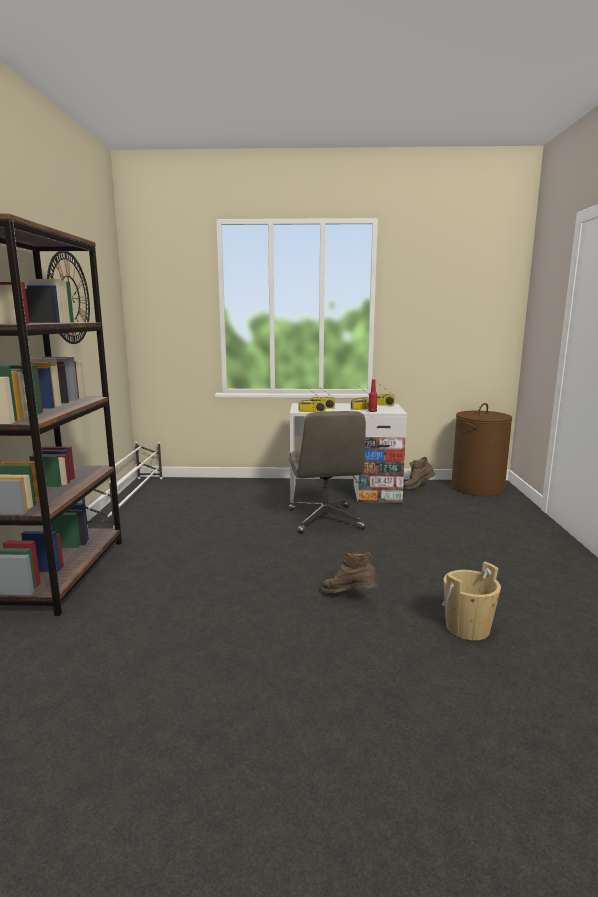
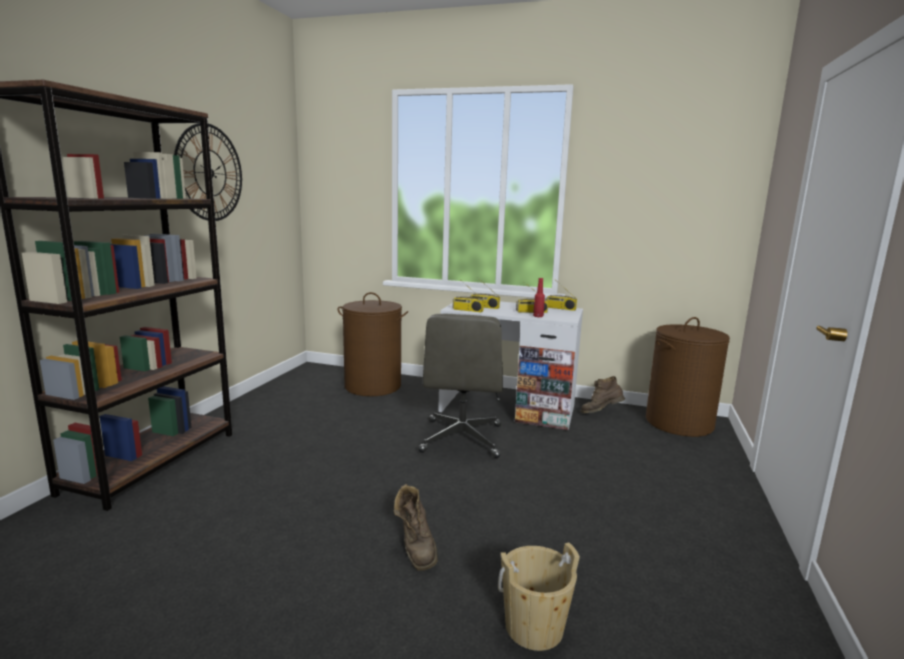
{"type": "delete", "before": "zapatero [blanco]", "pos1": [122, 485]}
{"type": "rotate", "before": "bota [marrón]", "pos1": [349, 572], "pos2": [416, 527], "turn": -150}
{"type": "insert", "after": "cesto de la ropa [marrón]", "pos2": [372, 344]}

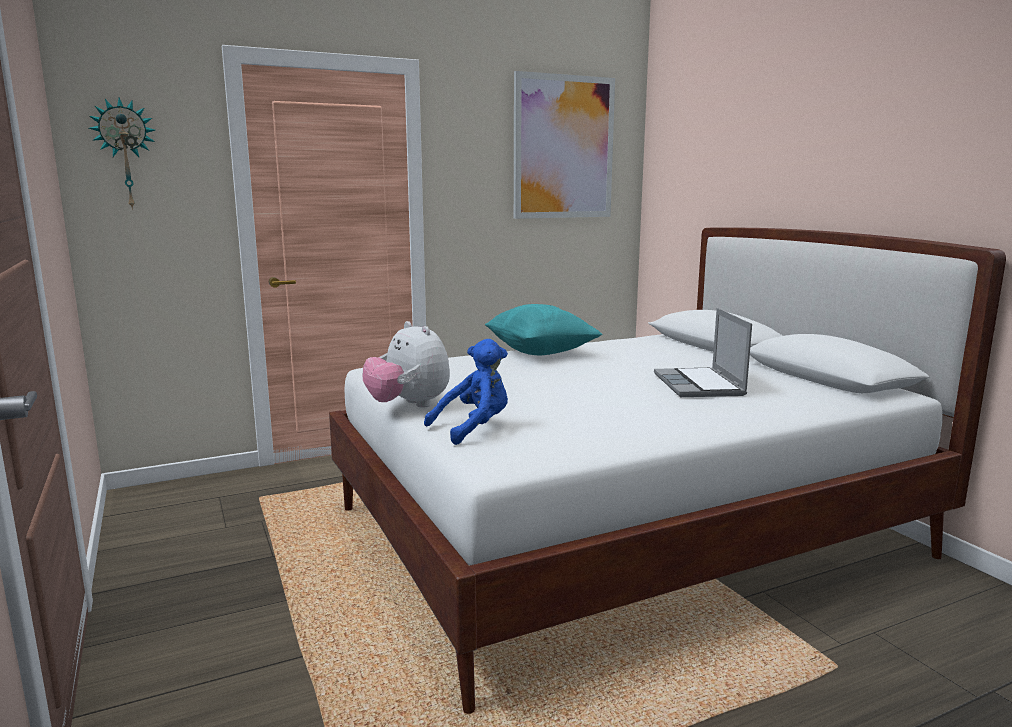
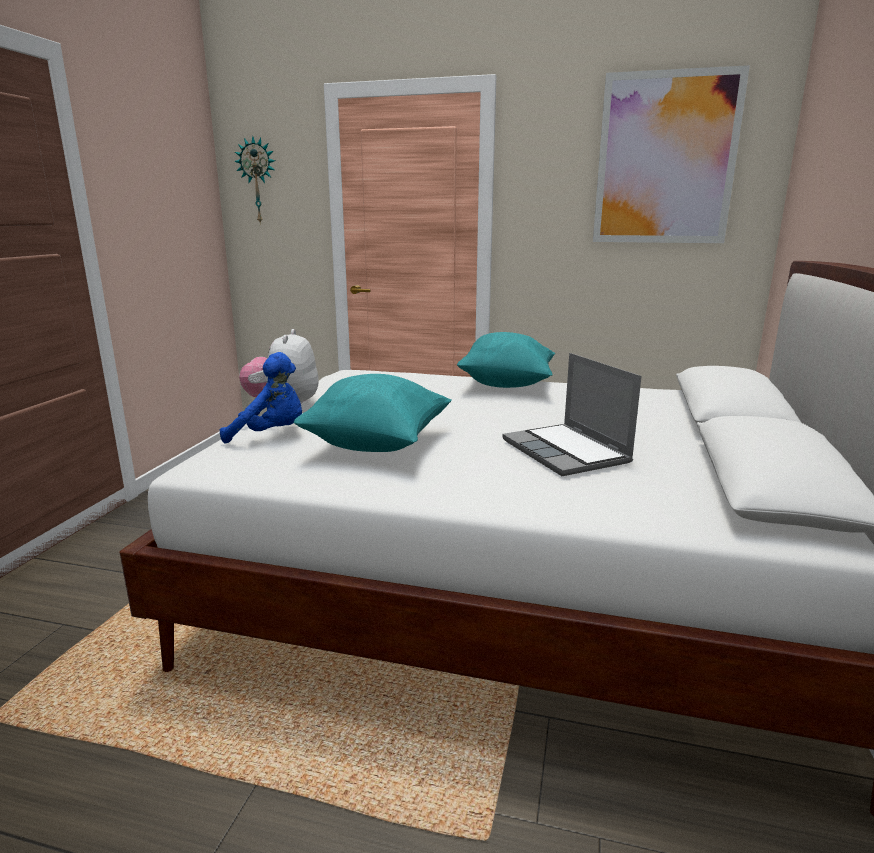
{"type": "rotate", "before": "portátil", "pos1": [703, 352], "pos2": [571, 414], "turn": -60}
{"type": "insert", "after": "cojín [turquesa]", "pos2": [373, 413]}

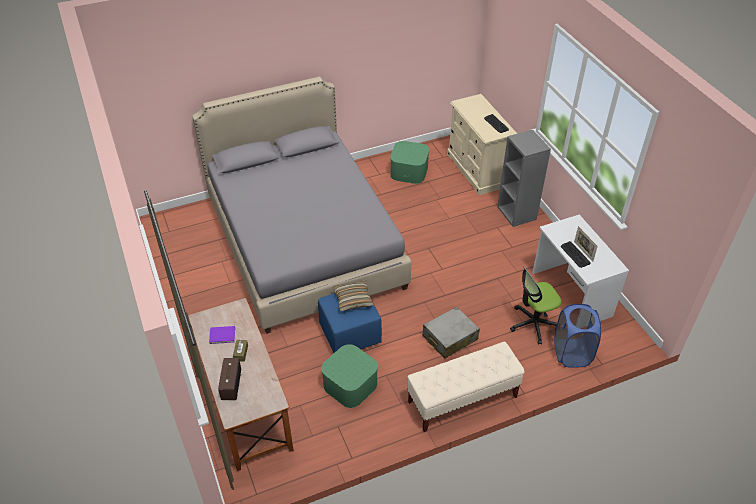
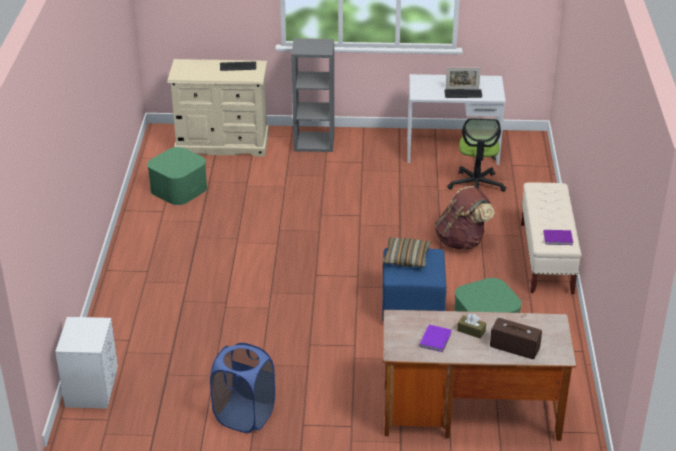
{"type": "delete", "before": "cama [gris]", "pos1": [301, 205]}
{"type": "replace", "before": "maleta [gris]", "after": "mochila [marrón]", "pos1": [451, 333], "pos2": [465, 218]}
{"type": "move", "before": "cesto de la ropa [azul]", "pos1": [577, 336], "pos2": [242, 388]}
{"type": "insert", "after": "mesita de noche [blanco]", "pos2": [86, 363]}
{"type": "insert", "after": "libro [morado]", "pos2": [558, 237]}

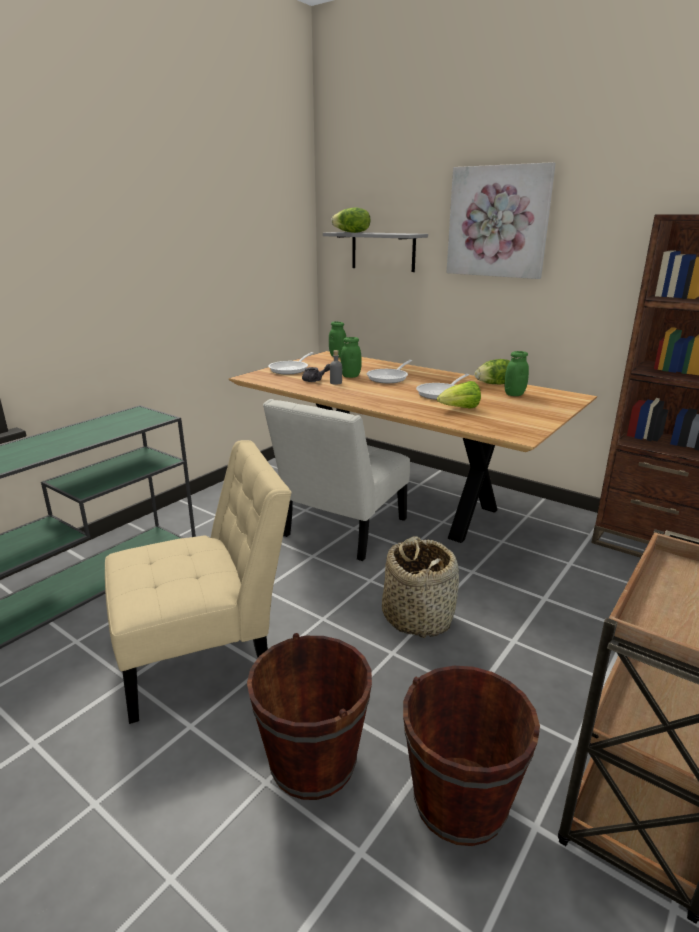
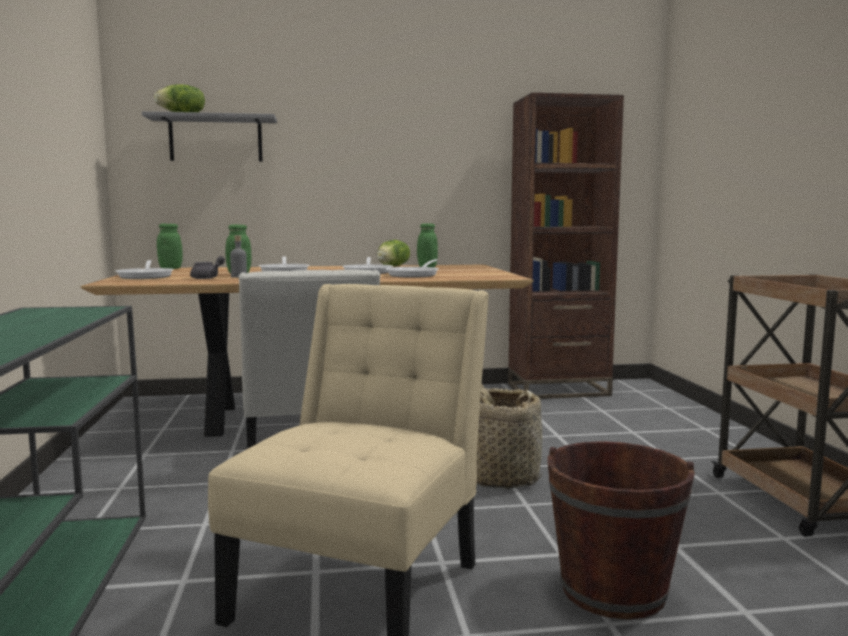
{"type": "delete", "before": "cubo [marrón]", "pos1": [471, 756]}
{"type": "replace", "before": "lechuga", "after": "sartén", "pos1": [459, 395], "pos2": [412, 268]}
{"type": "delete", "before": "cuadro", "pos1": [501, 220]}

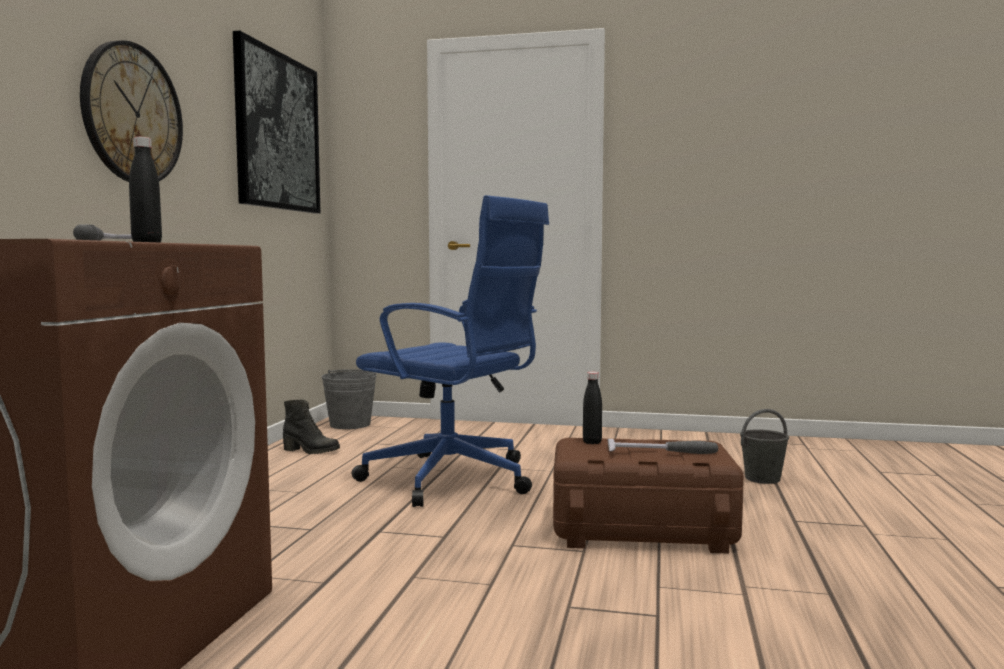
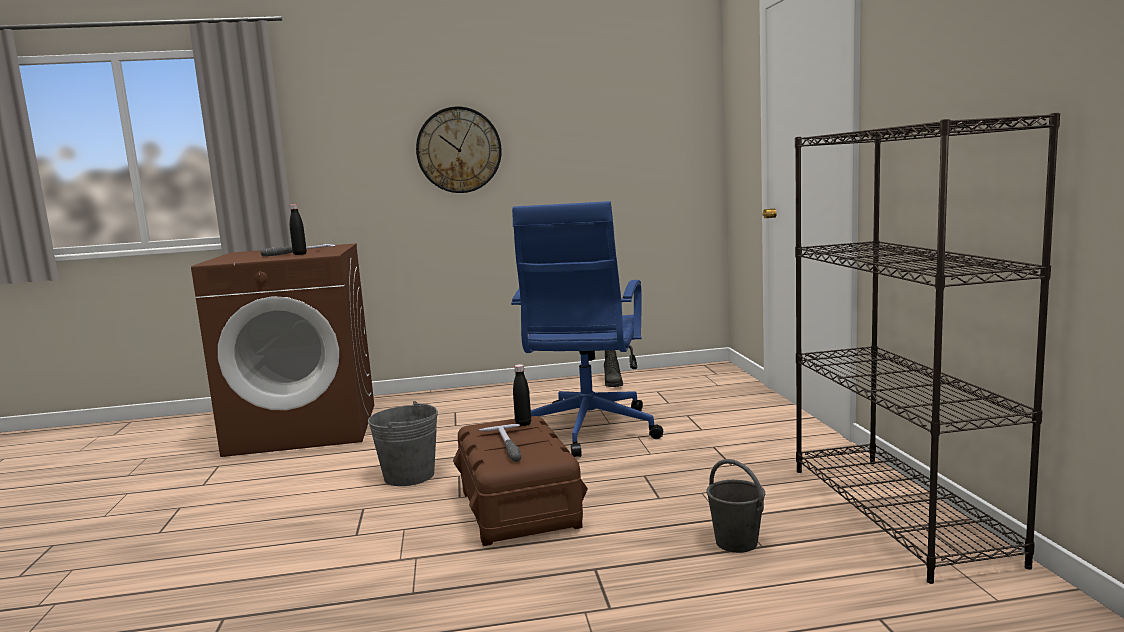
{"type": "delete", "before": "cuadro", "pos1": [276, 122]}
{"type": "move", "before": "cubo [gris]", "pos1": [349, 399], "pos2": [403, 443]}
{"type": "insert", "after": "estantería [negro]", "pos2": [927, 348]}

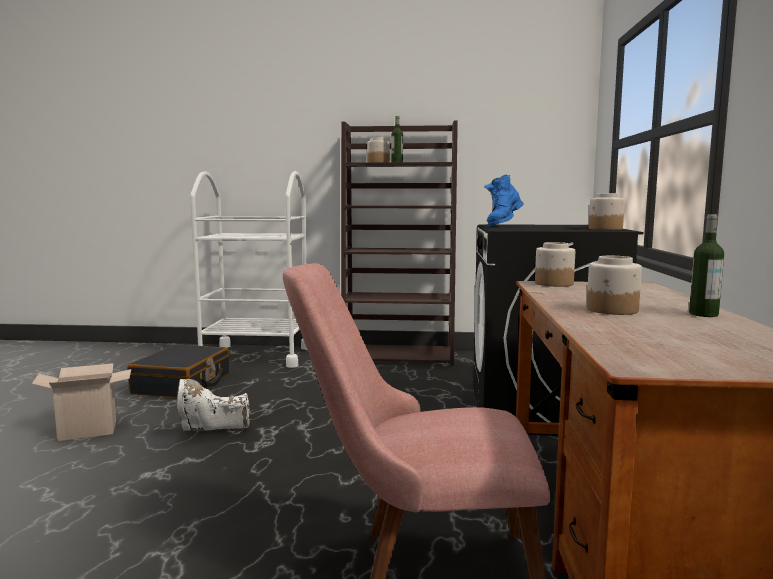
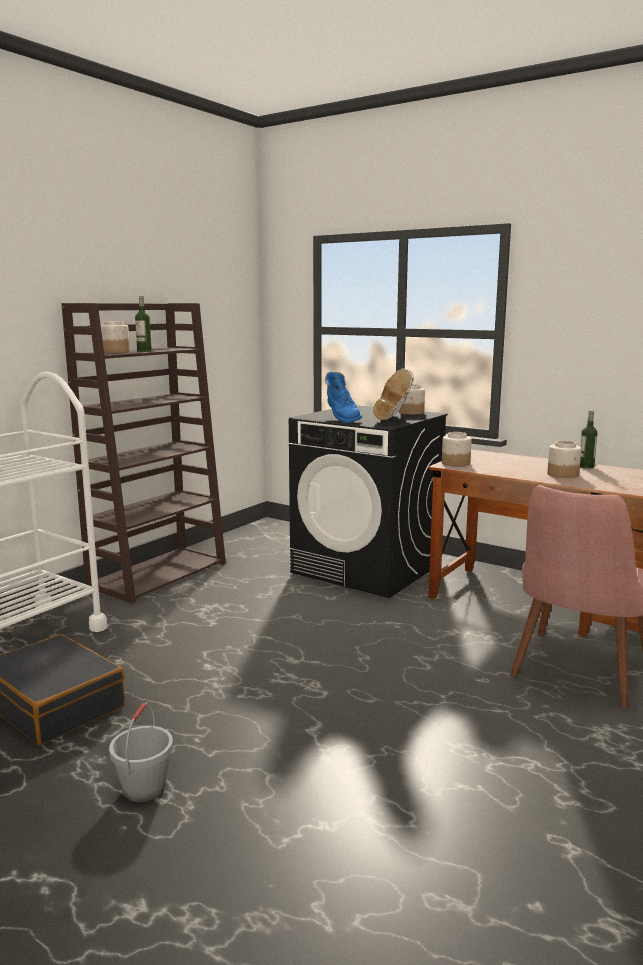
{"type": "replace", "before": "caja de cartón", "after": "cubo [gris]", "pos1": [81, 402], "pos2": [141, 752]}
{"type": "move", "before": "bota [blanco]", "pos1": [213, 405], "pos2": [393, 394]}

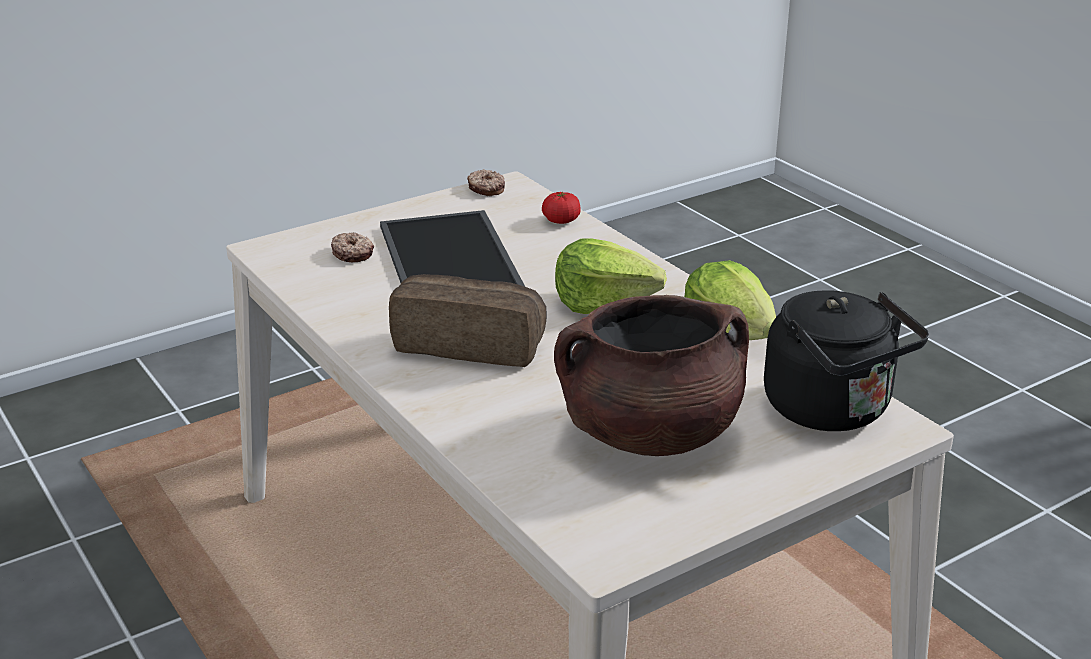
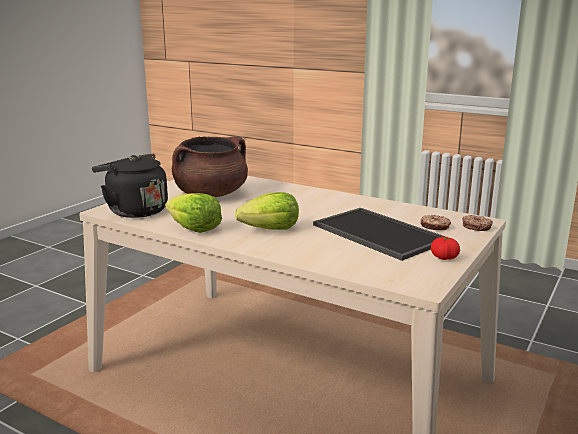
{"type": "delete", "before": "pan", "pos1": [467, 320]}
{"type": "move", "before": "rosquilla", "pos1": [486, 182], "pos2": [477, 223]}
{"type": "move", "before": "tomate", "pos1": [561, 208], "pos2": [445, 248]}

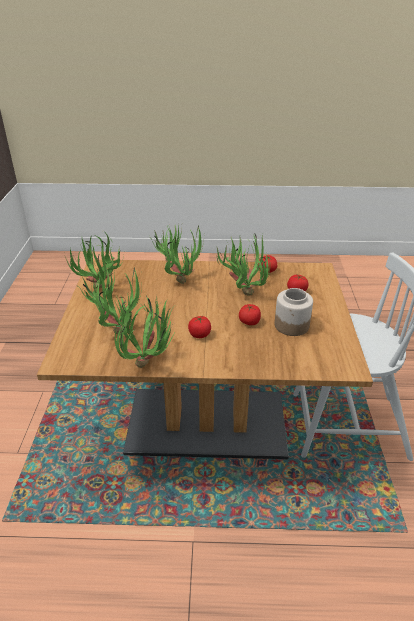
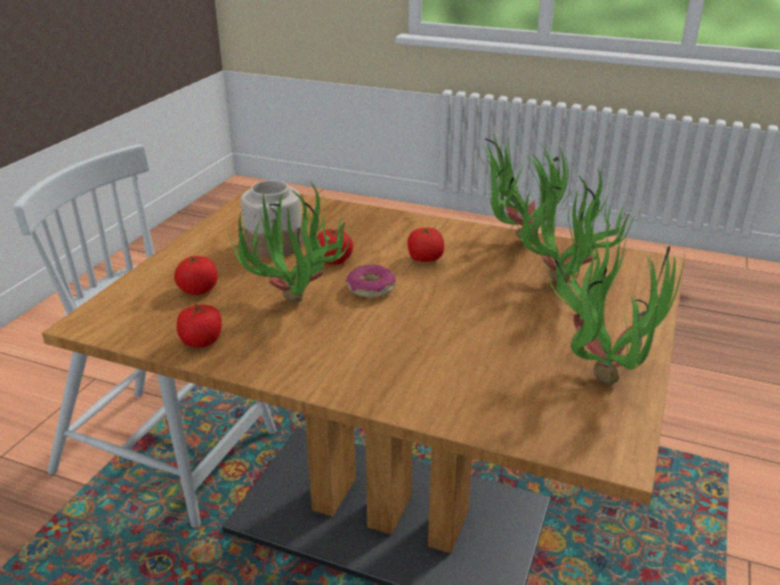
{"type": "delete", "before": "planta en maceta", "pos1": [178, 253]}
{"type": "insert", "after": "rosquilla", "pos2": [371, 281]}

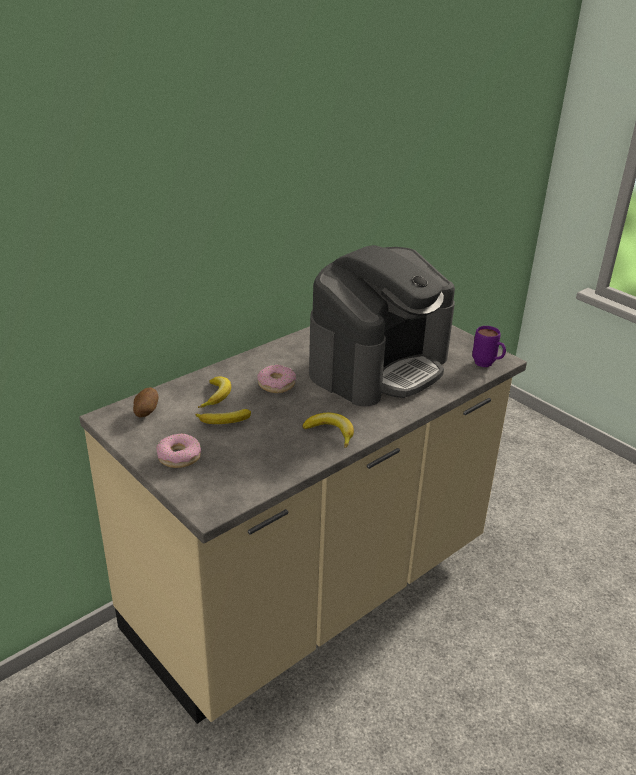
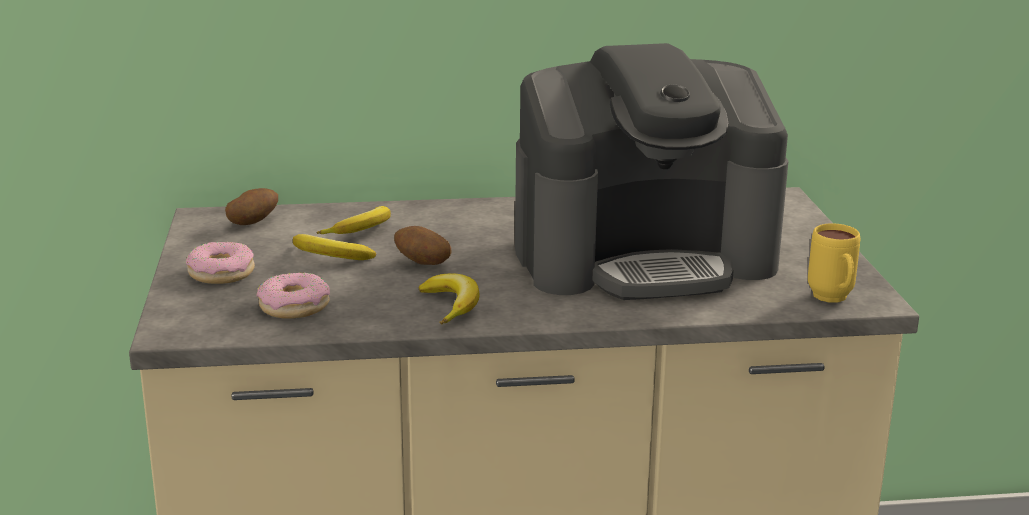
{"type": "move", "before": "rosquilla", "pos1": [277, 379], "pos2": [293, 295]}
{"type": "recolor", "before": "taza grande [morado]", "after": "taza grande [amarillo]", "pos1": [489, 346], "pos2": [834, 263]}
{"type": "insert", "after": "patata", "pos2": [422, 245]}

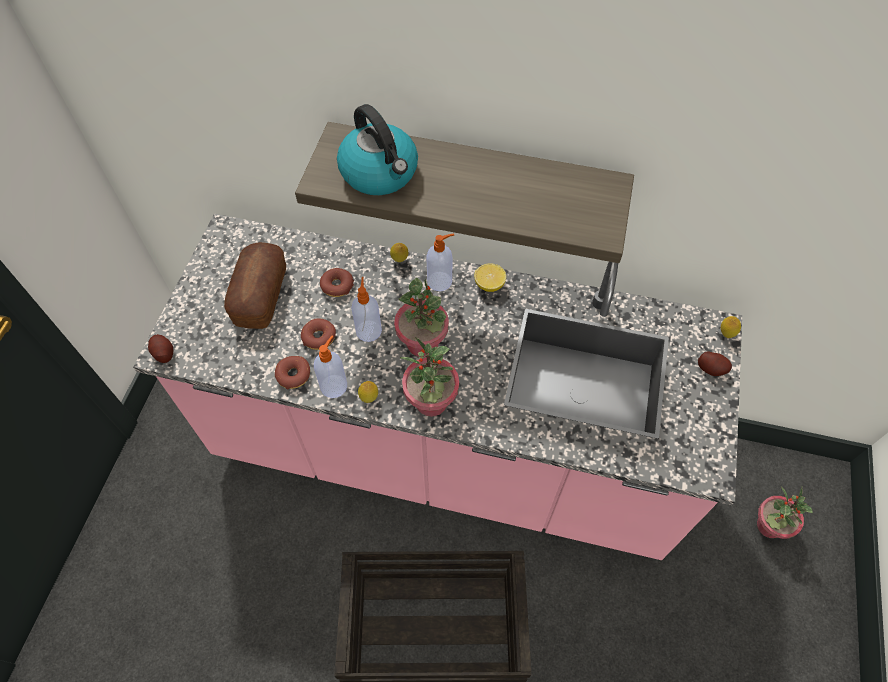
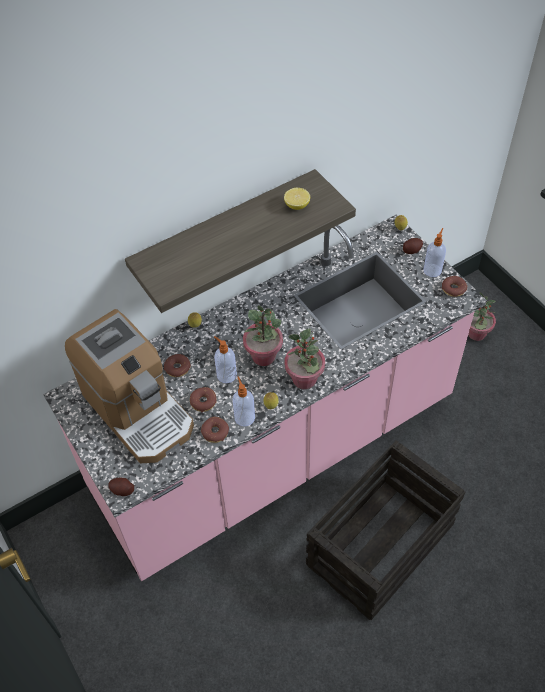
{"type": "replace", "before": "pan", "after": "cafetera", "pos1": [255, 285], "pos2": [129, 386]}
{"type": "delete", "before": "hervidor", "pos1": [377, 149]}
{"type": "move", "before": "dispensador de jabón", "pos1": [440, 262], "pos2": [434, 252]}
{"type": "move", "before": "limón", "pos1": [490, 277], "pos2": [297, 199]}
{"type": "insert", "after": "rosquilla", "pos2": [454, 286]}

